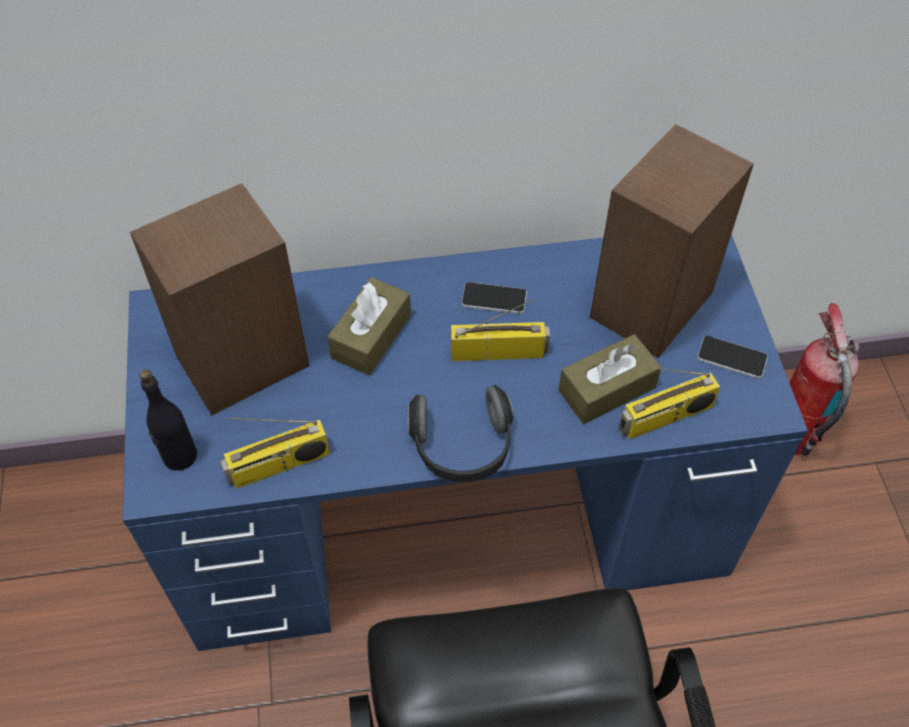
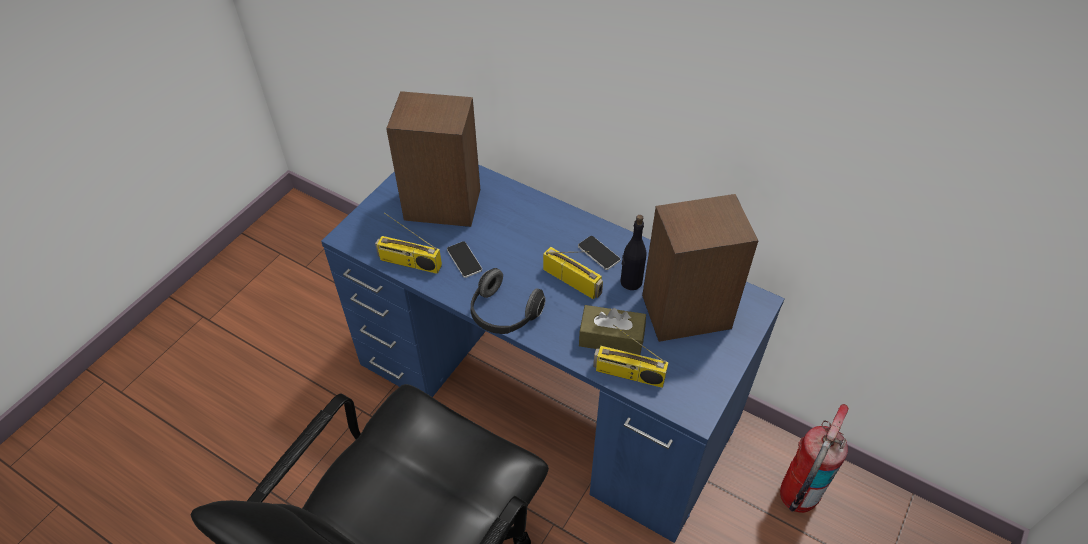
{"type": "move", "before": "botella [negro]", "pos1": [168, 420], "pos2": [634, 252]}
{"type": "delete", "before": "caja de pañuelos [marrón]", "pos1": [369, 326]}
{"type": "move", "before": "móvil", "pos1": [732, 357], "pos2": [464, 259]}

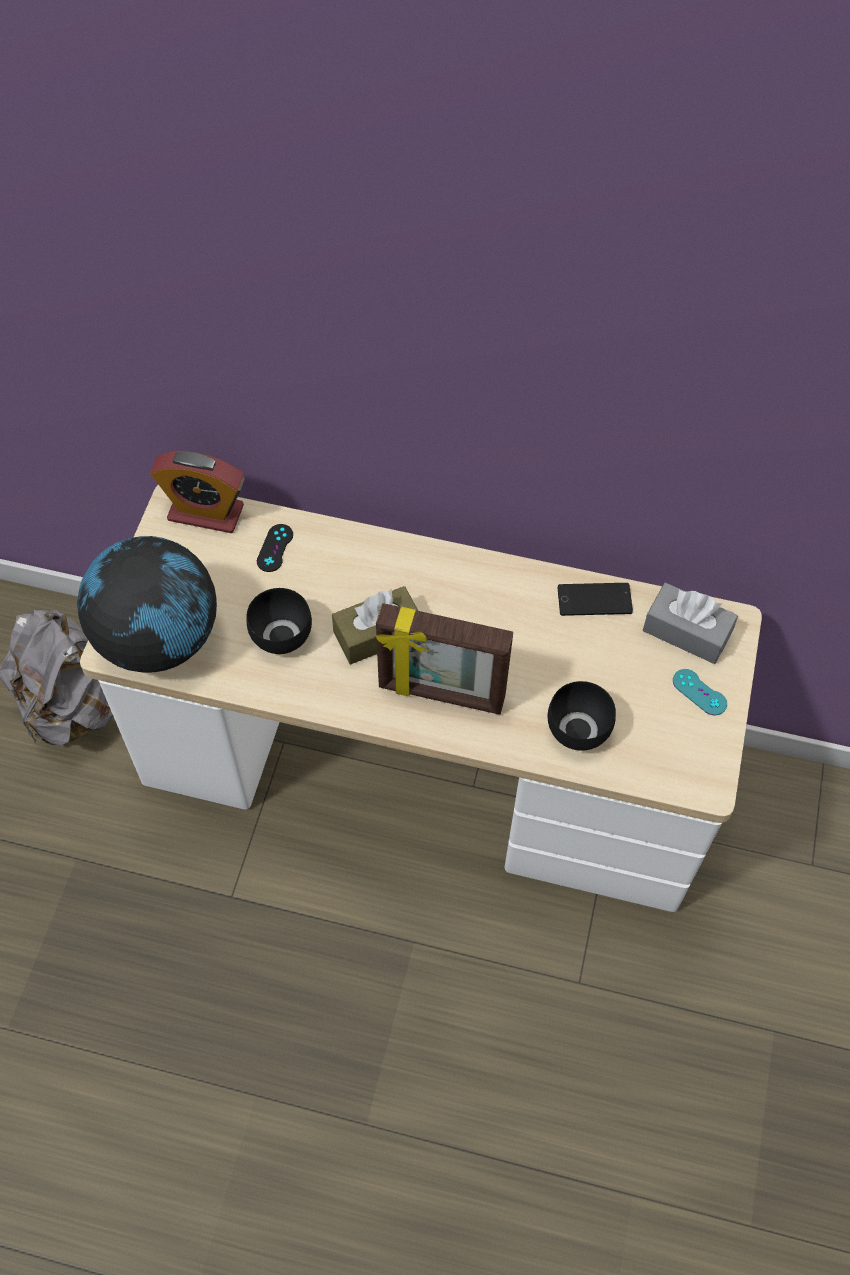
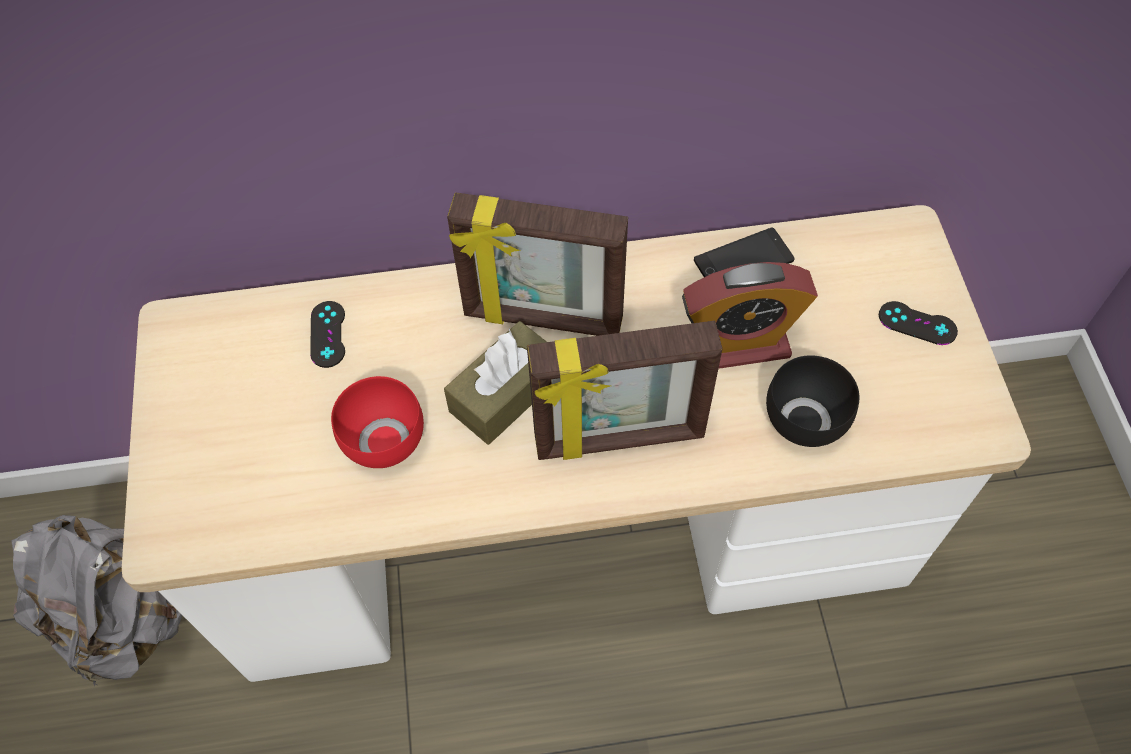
{"type": "delete", "before": "globo terráqueo", "pos1": [147, 604]}
{"type": "move", "before": "despertador", "pos1": [197, 492], "pos2": [750, 315]}
{"type": "recolor", "before": "cuenco [negro]", "after": "cuenco [rojo]", "pos1": [279, 621], "pos2": [377, 422]}
{"type": "delete", "before": "caja de pañuelos [gris]", "pos1": [690, 623]}
{"type": "recolor", "before": "mando de consola [turquesa]", "after": "mando de consola [negro]", "pos1": [700, 692], "pos2": [918, 323]}
{"type": "insert", "after": "portarretratos", "pos2": [537, 264]}

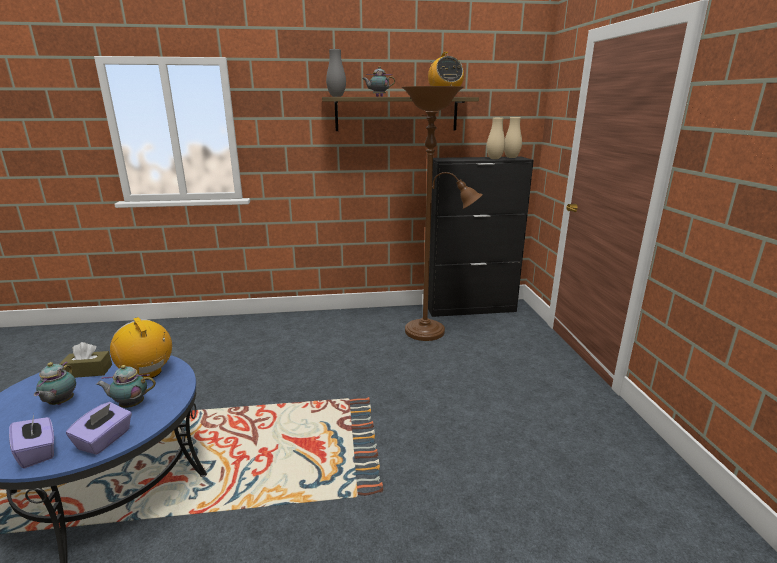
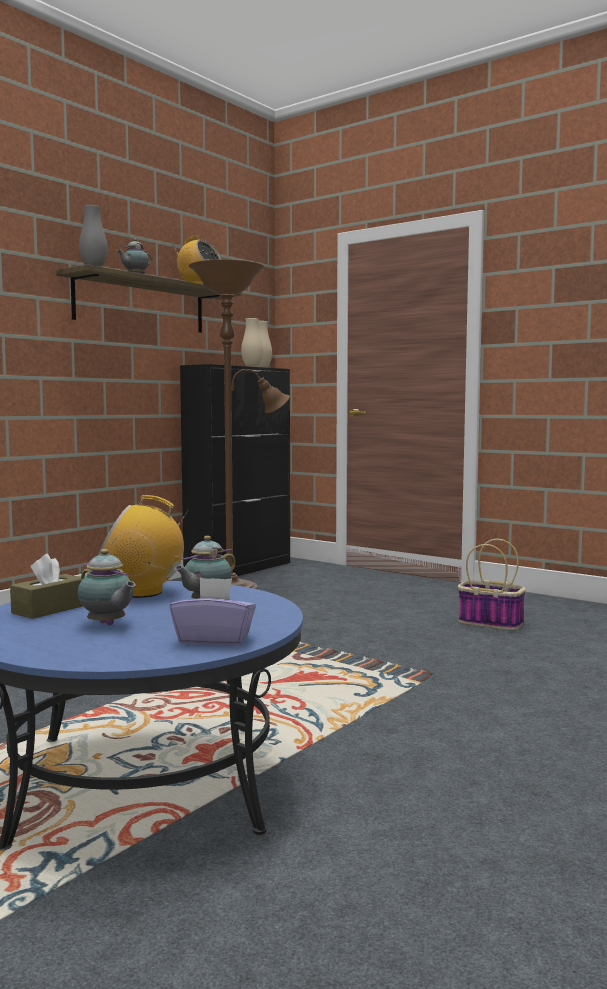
{"type": "delete", "before": "caja de pañuelos [morado]", "pos1": [99, 428]}
{"type": "insert", "after": "cesta", "pos2": [492, 584]}

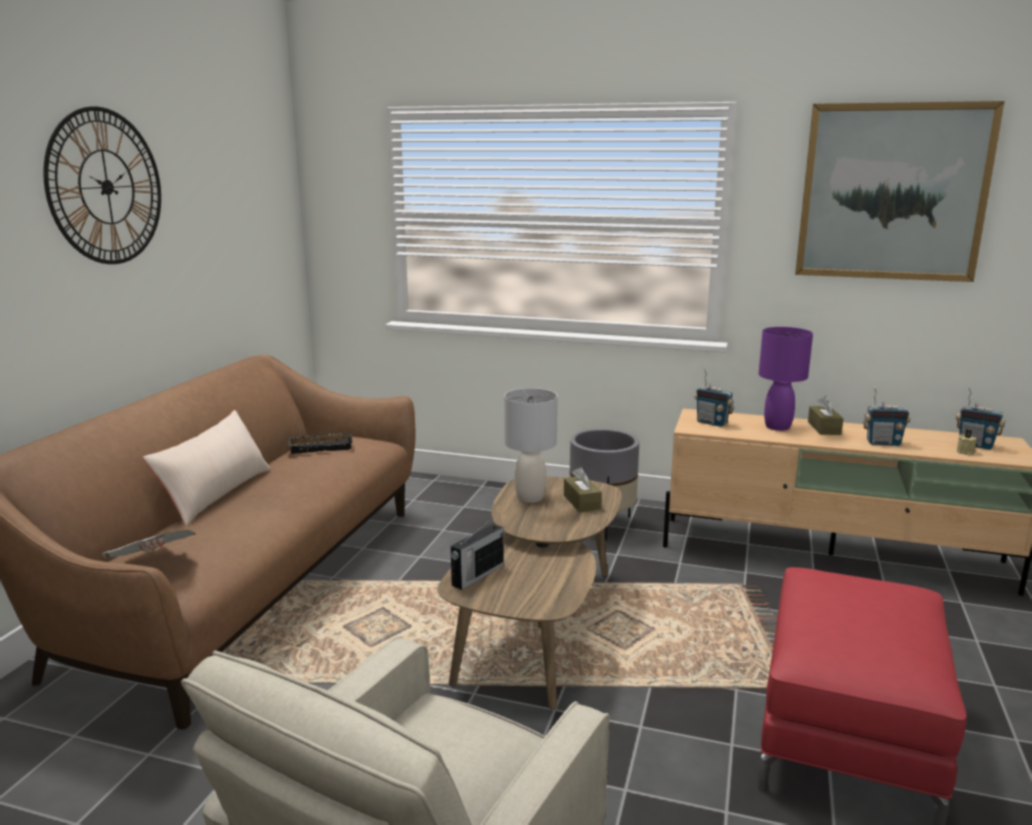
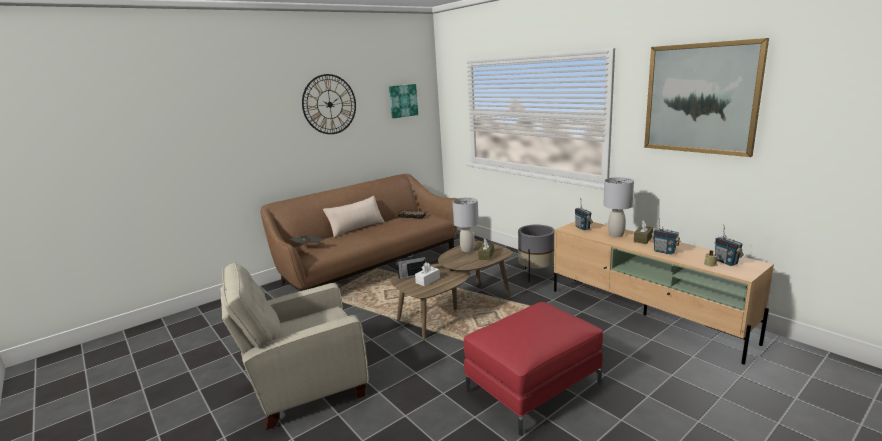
{"type": "recolor", "before": "lámpara de mesa [morado]", "after": "lámpara de mesa [gris]", "pos1": [786, 379], "pos2": [618, 207]}
{"type": "insert", "after": "cuadro", "pos2": [403, 101]}
{"type": "insert", "after": "caja de pañuelos [blanco]", "pos2": [427, 274]}

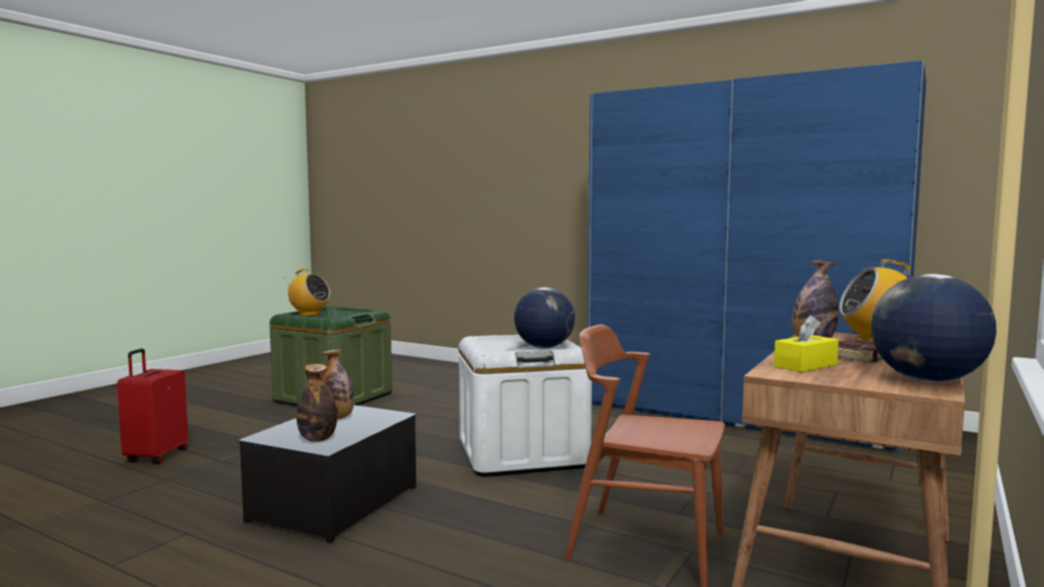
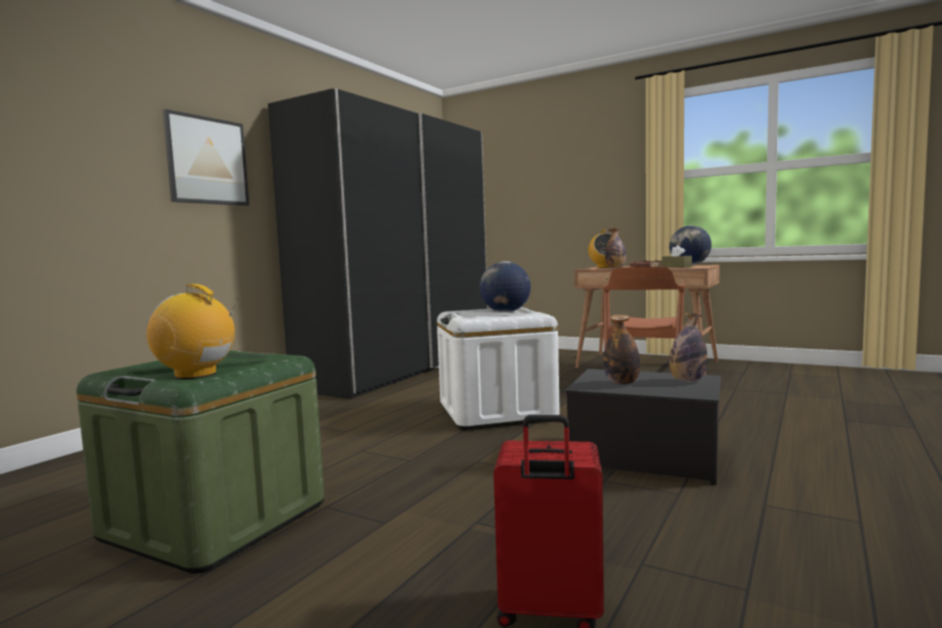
{"type": "rotate", "before": "radio", "pos1": [307, 292], "pos2": [192, 331], "turn": -90}
{"type": "recolor", "before": "armario ropero [azul]", "after": "armario ropero [negro]", "pos1": [756, 256], "pos2": [378, 243]}
{"type": "recolor", "before": "caja de pañuelos [amarillo]", "after": "caja de pañuelos [marrón]", "pos1": [806, 343], "pos2": [677, 256]}
{"type": "insert", "after": "cuadro", "pos2": [206, 157]}

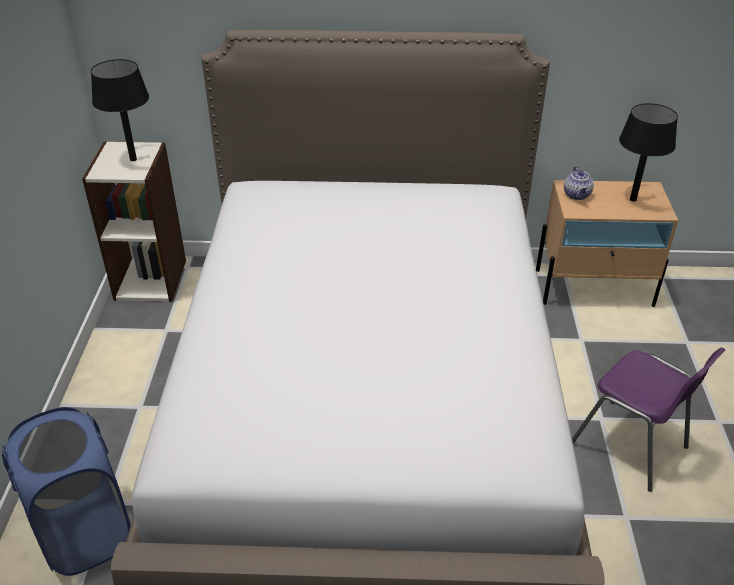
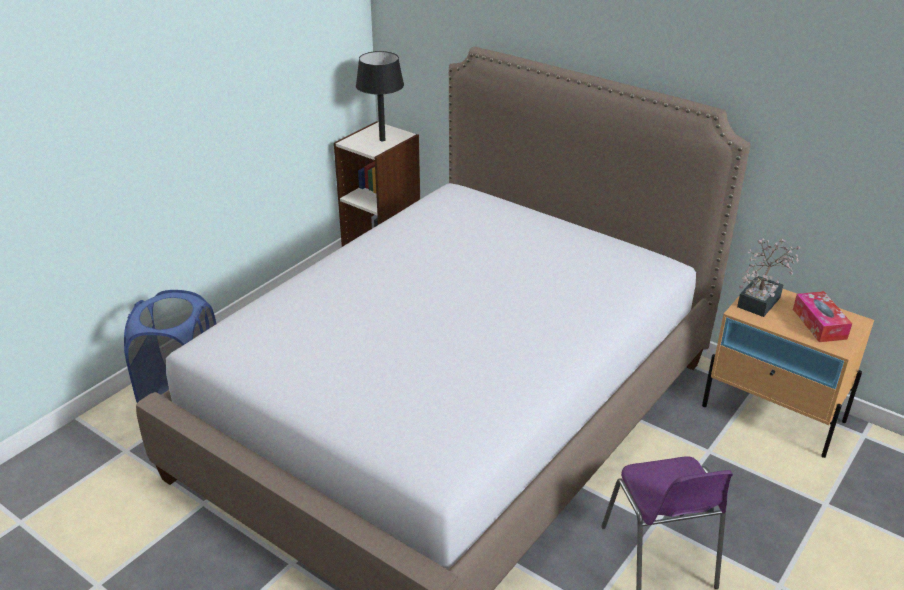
{"type": "replace", "before": "tetera", "after": "planta en maceta", "pos1": [579, 183], "pos2": [769, 277]}
{"type": "replace", "before": "lámpara de mesa [negro]", "after": "caja de pañuelos", "pos1": [648, 152], "pos2": [822, 316]}

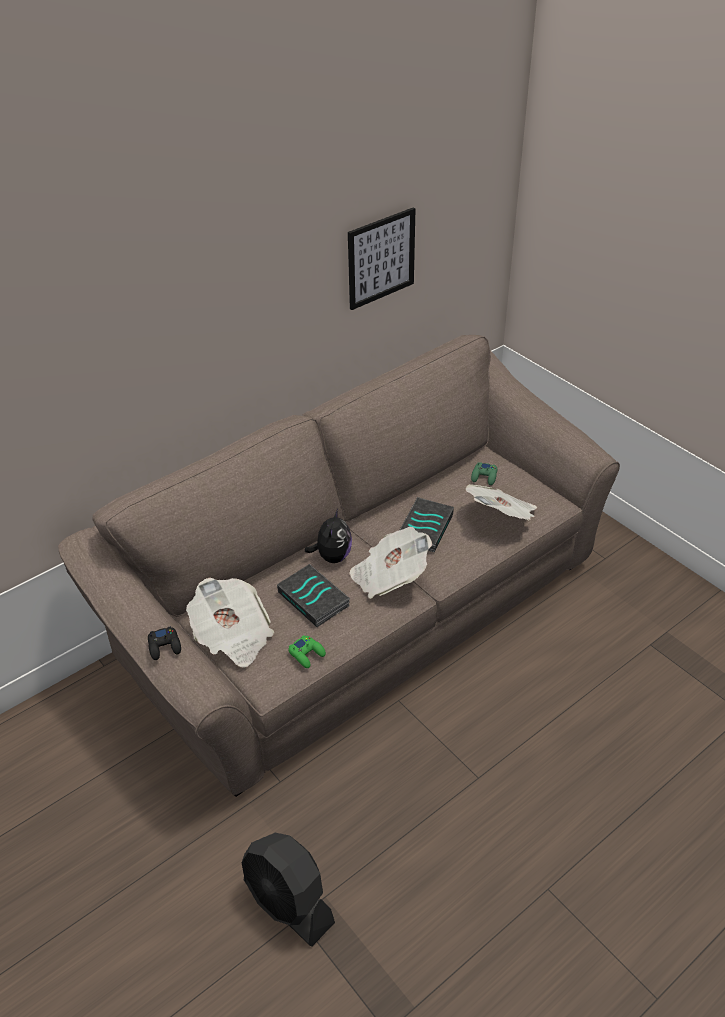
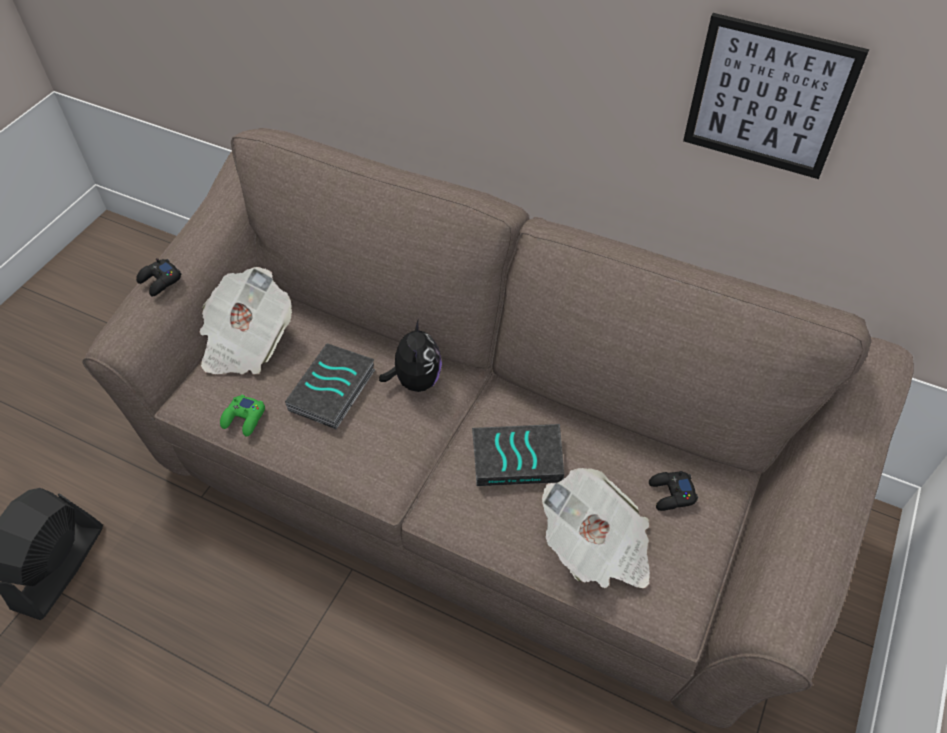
{"type": "rotate", "before": "peluche", "pos1": [328, 536], "pos2": [410, 355], "turn": -75}
{"type": "delete", "before": "periódico", "pos1": [390, 563]}
{"type": "recolor", "before": "mando de consola [verde]", "after": "mando de consola [negro]", "pos1": [484, 473], "pos2": [673, 491]}

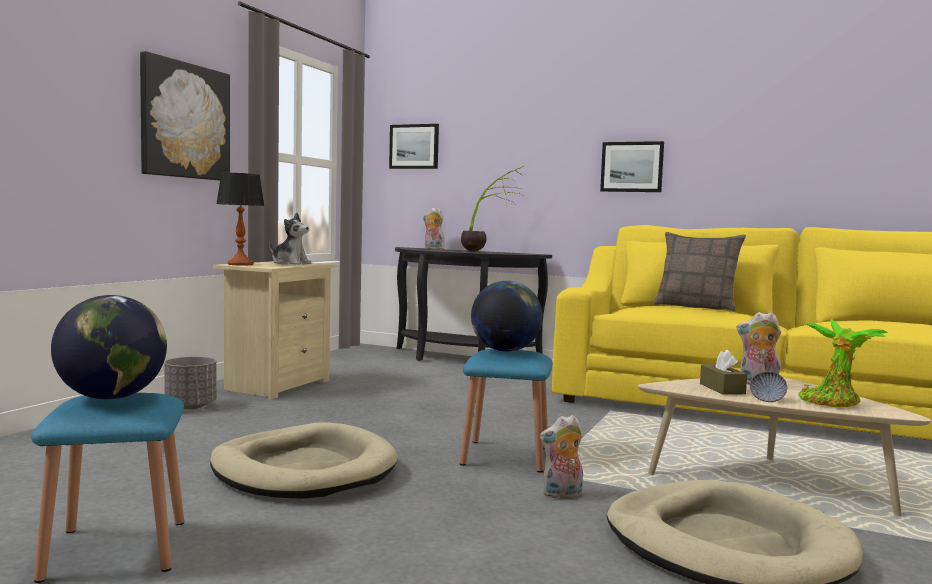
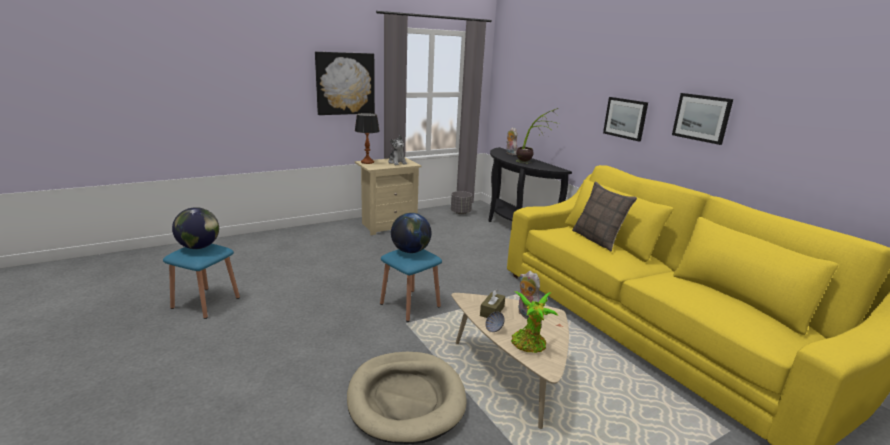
{"type": "move", "before": "maceta [gris]", "pos1": [190, 383], "pos2": [461, 202]}
{"type": "delete", "before": "cama para perro [beis]", "pos1": [304, 460]}
{"type": "move", "before": "cuadro", "pos1": [414, 146], "pos2": [702, 119]}
{"type": "delete", "before": "peluche", "pos1": [561, 457]}

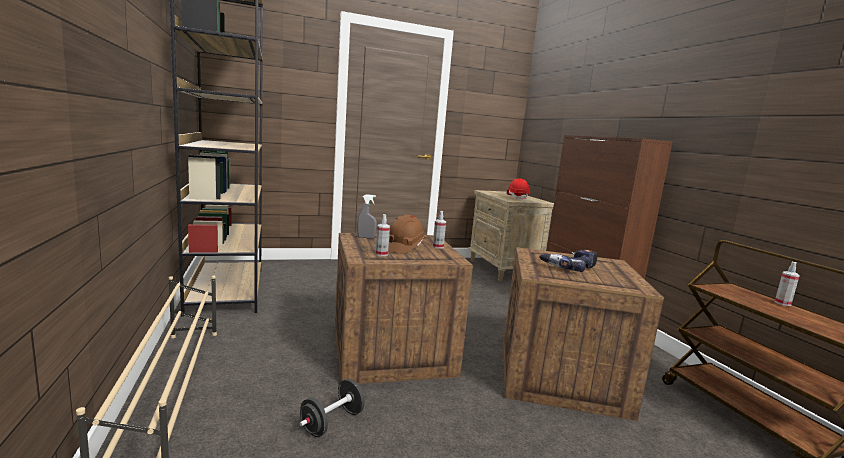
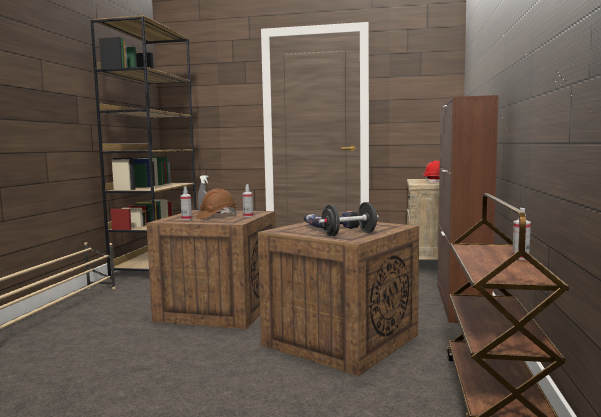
{"type": "move", "before": "mancuerna [negro]", "pos1": [332, 408], "pos2": [349, 219]}

